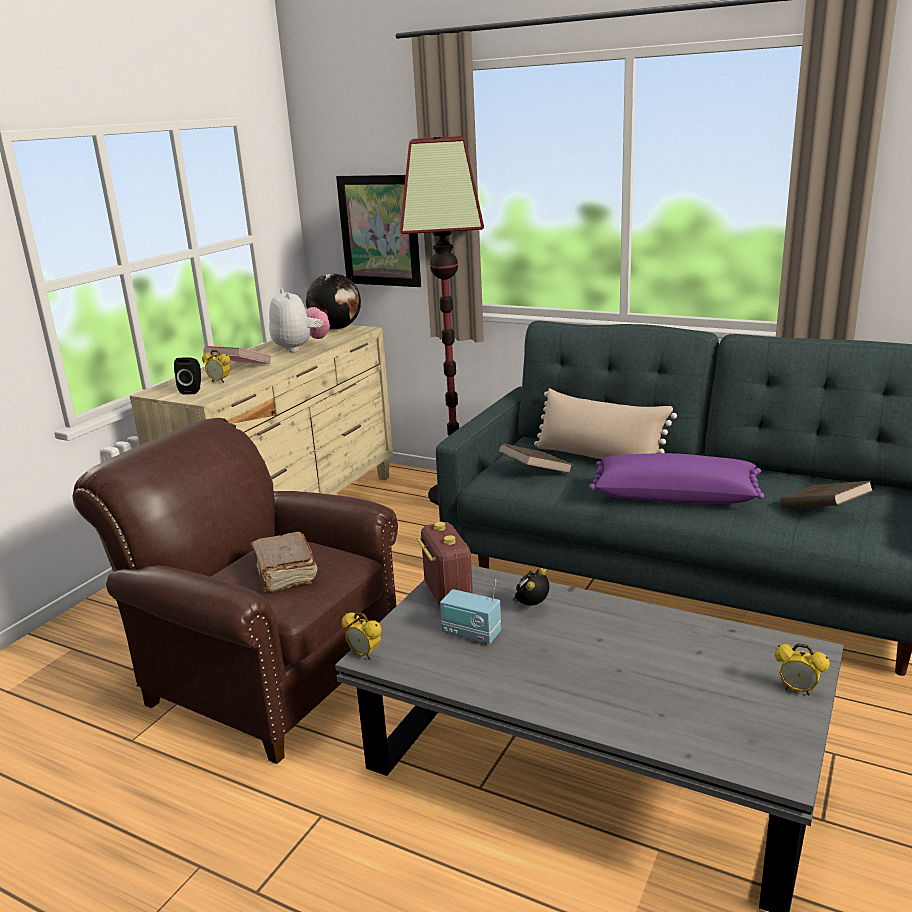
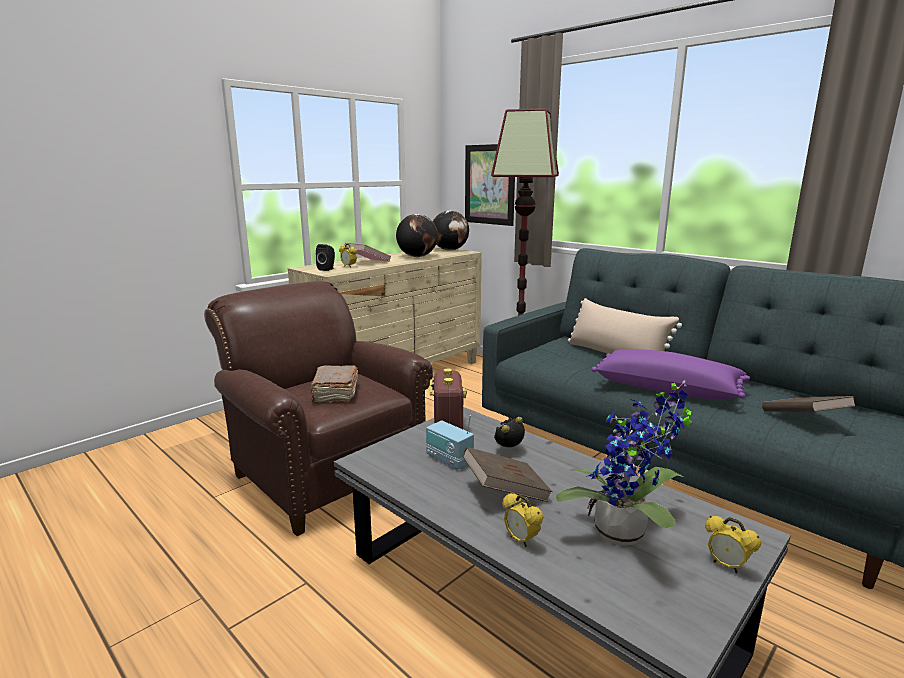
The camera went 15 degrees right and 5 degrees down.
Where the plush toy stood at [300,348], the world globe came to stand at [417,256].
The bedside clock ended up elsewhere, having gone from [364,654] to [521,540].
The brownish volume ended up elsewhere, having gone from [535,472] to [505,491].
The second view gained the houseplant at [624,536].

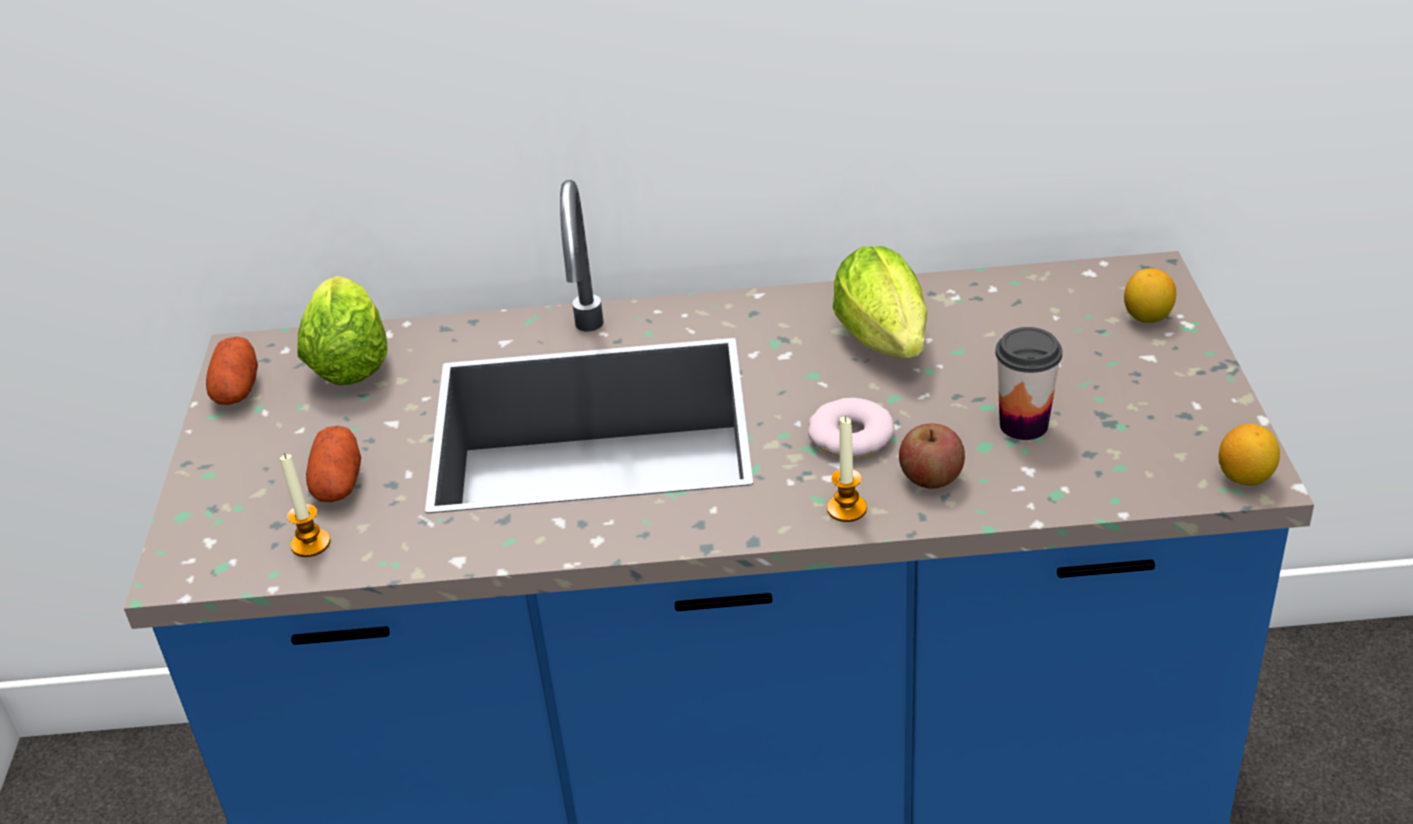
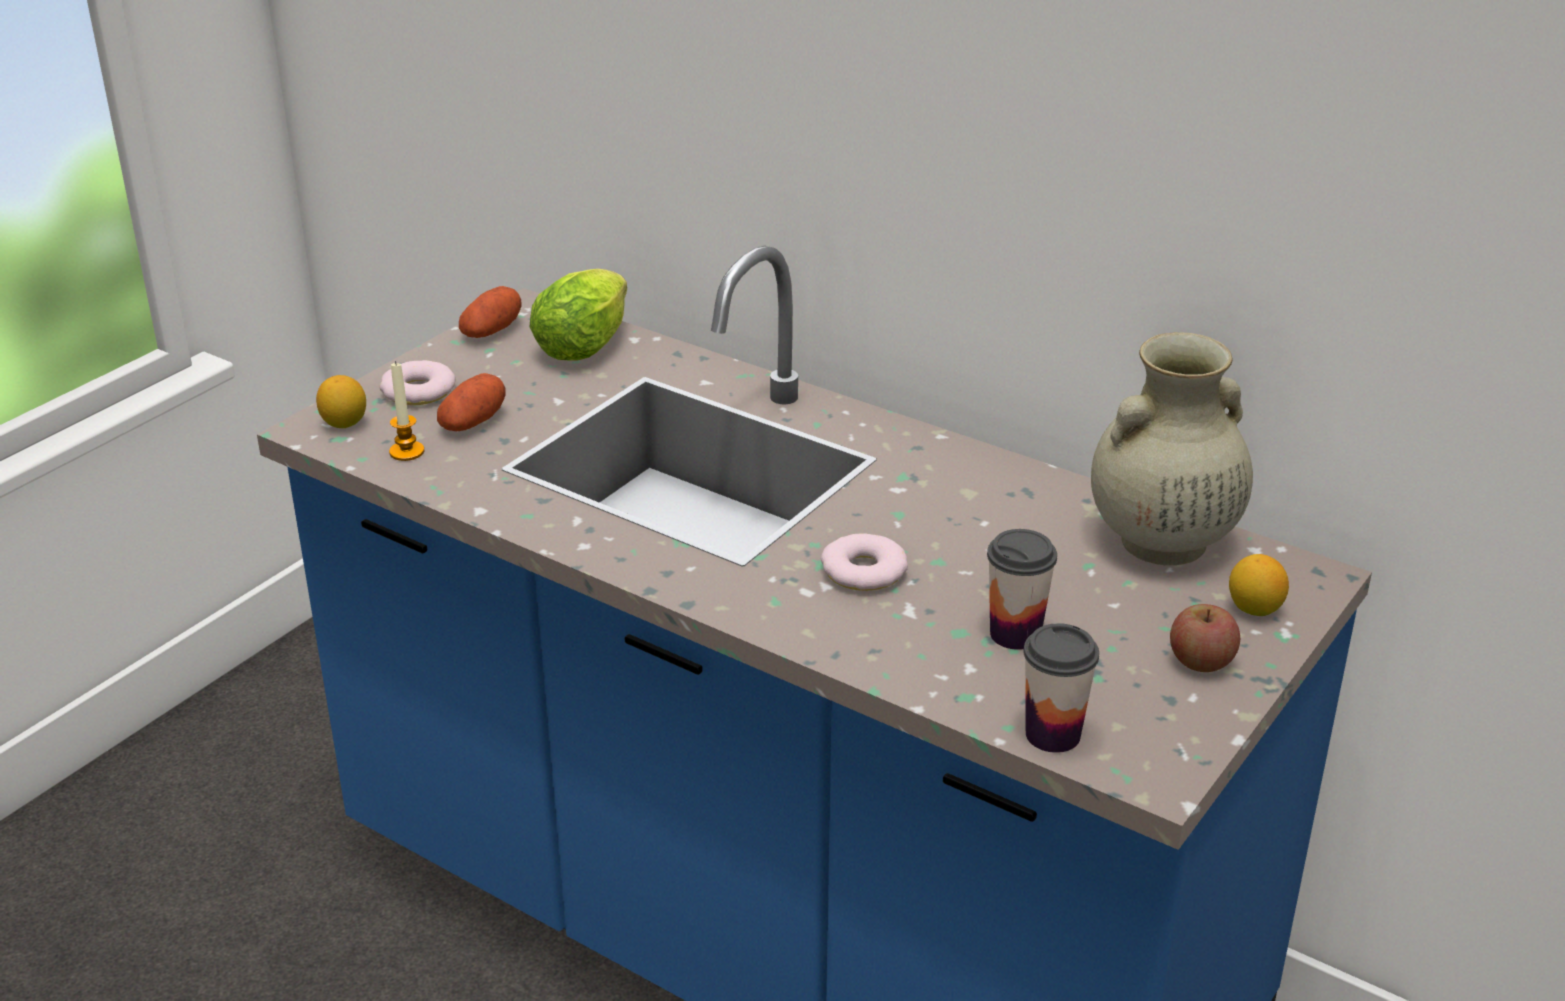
The camera went 35 degrees right and 5 degrees down.
The second view lost the wax candle at [846,509].
The second view lost the lettuce at [887,345].
The apple fruit ended up elsewhere, having gone from [931,477] to [1201,661].
The lemon ended up elsewhere, having gone from [1245,477] to [344,423].
The second view gained the ring doughnut at [418,391].
The second view gained the small cup at [1053,734].
The second view gained the beige flower vase at [1160,543].

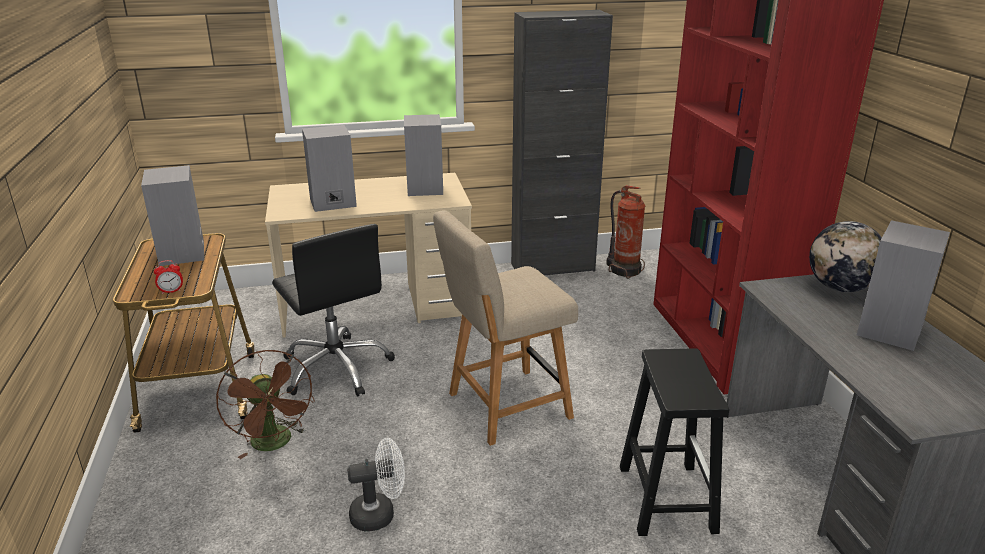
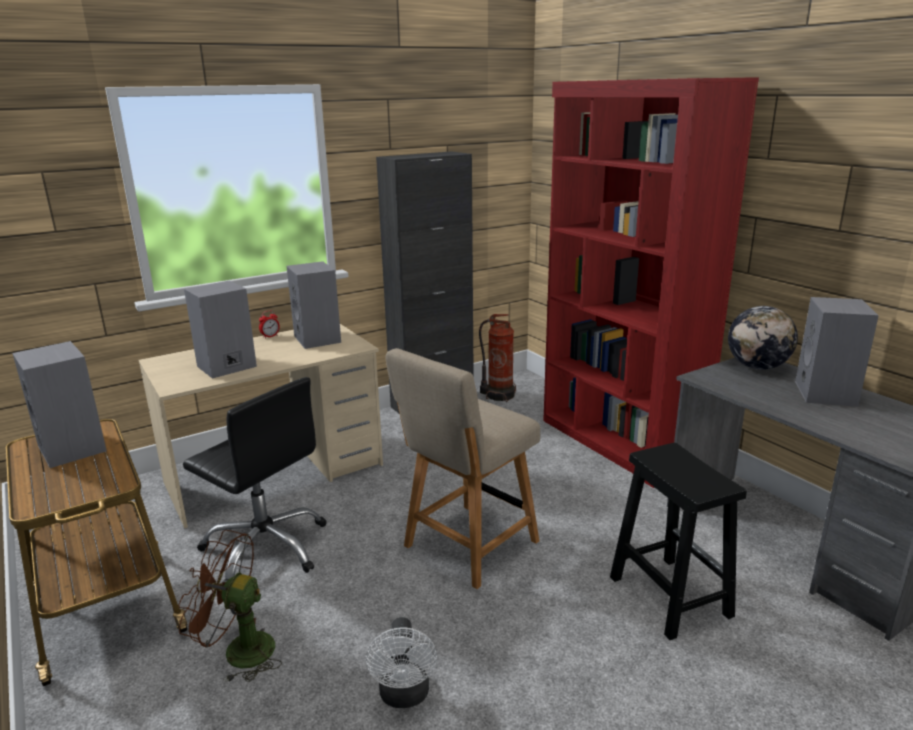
The camera went 20 degrees left and 5 degrees down.
The bedside clock ended up elsewhere, having gone from [171,291] to [270,336].
The brownish electric fan at [275,444] ended up facing another way, 150 degrees clockwise from before.
The whitish electric fan at [380,514] ended up facing another way, 120 degrees clockwise from before.

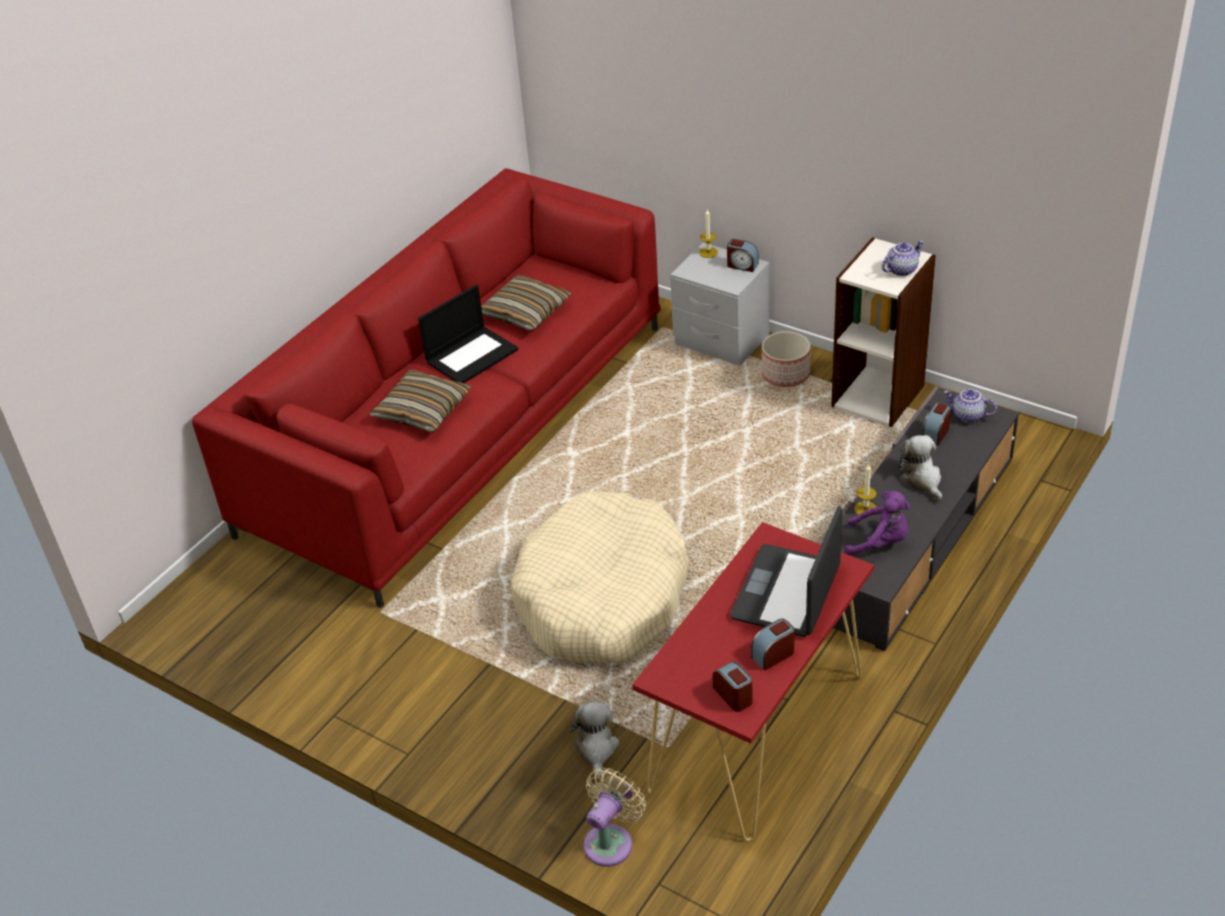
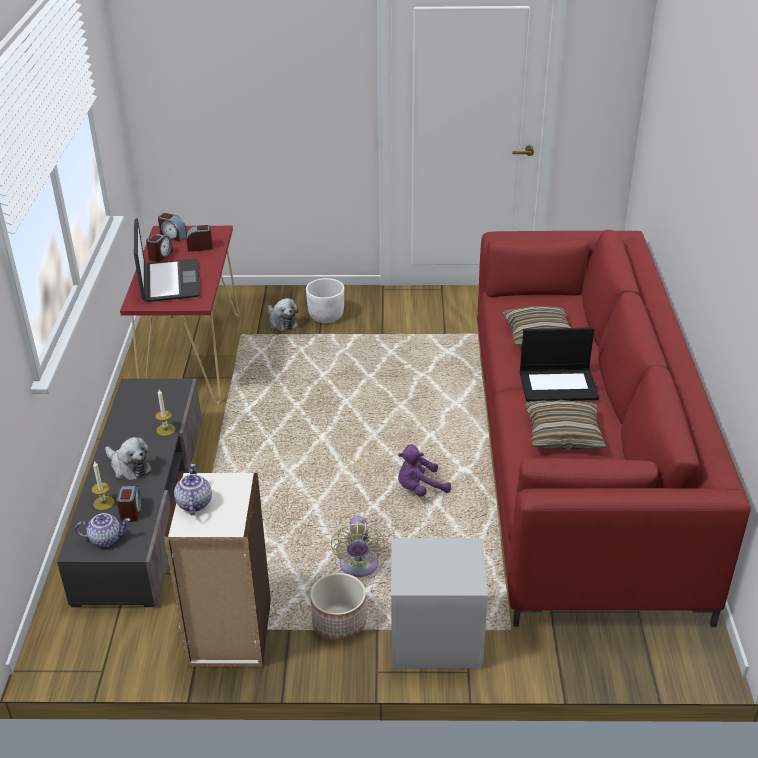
The camera went 145 degrees right and 5 degrees down.
The laptop at [472,355] ended up facing another way, 105 degrees counterclockwise from before.
The second view lost the beige dog bed at [602,597].
The beige electric fan ended up elsewhere, having gone from [611,841] to [358,567].
The wax candle ended up elsewhere, having gone from [708,252] to [103,503].
The bedside clock ended up elsewhere, having gone from [742,265] to [200,247].
The purplish plush toy ended up elsewhere, having gone from [879,542] to [419,488].
The tea pot at [901,269] ended up facing another way, 150 degrees clockwise from before.
The second view gained the whitish planter at [326,316].

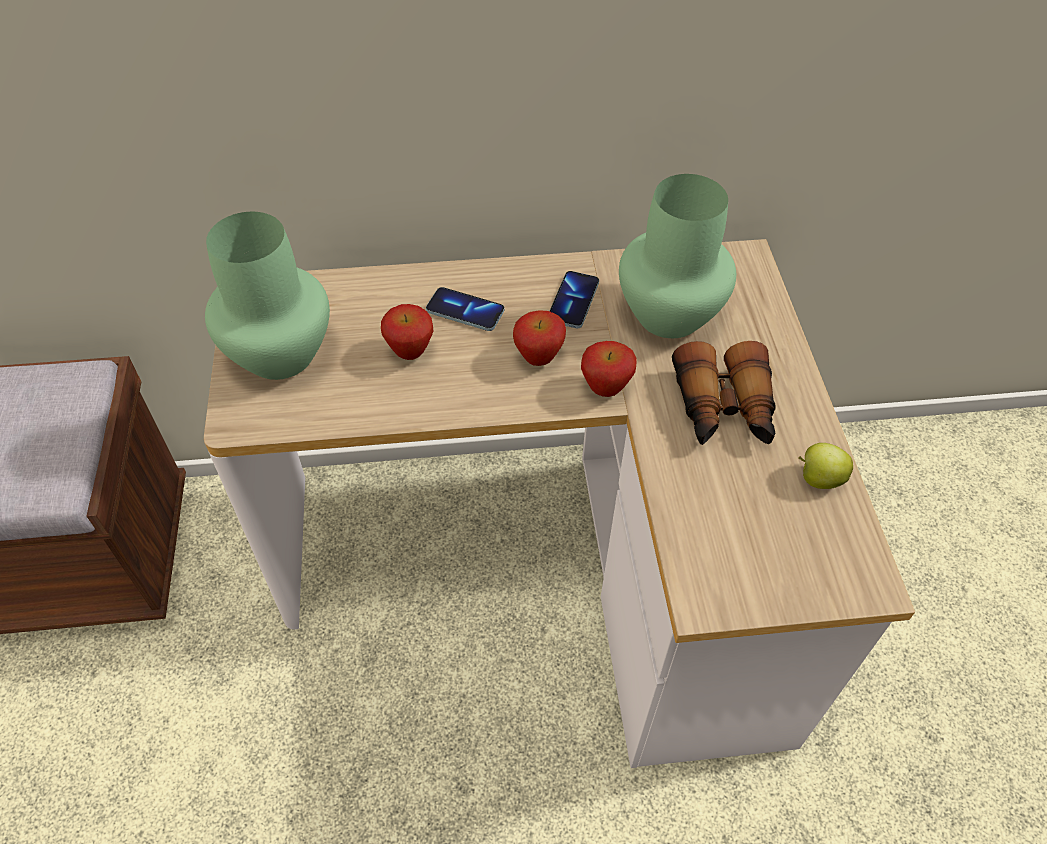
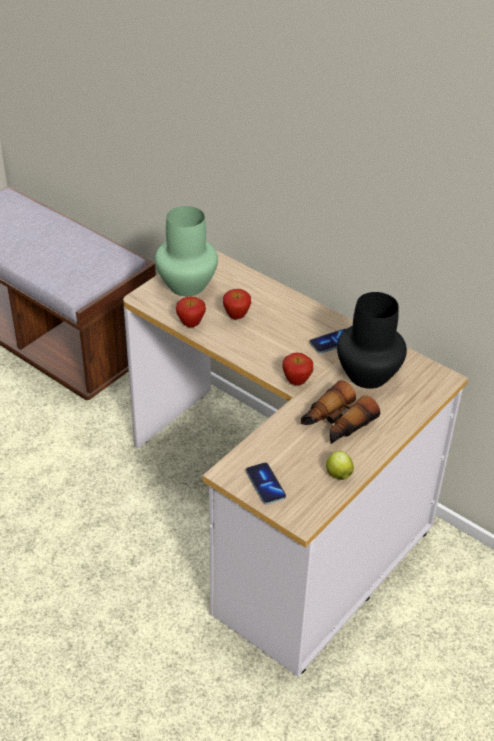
The camera went 45 degrees right and 10 degrees down.
The telephone ended up elsewhere, having gone from [465,311] to [265,484].
The apple fruit ended up elsewhere, having gone from [538,359] to [191,324].
What was the greenish flower vase at [670,314] turned into the black flower vase at [369,375].

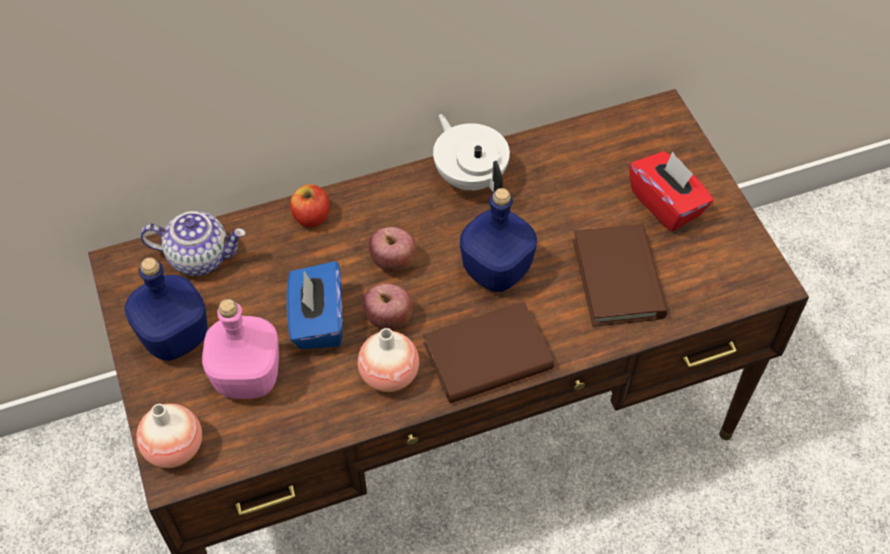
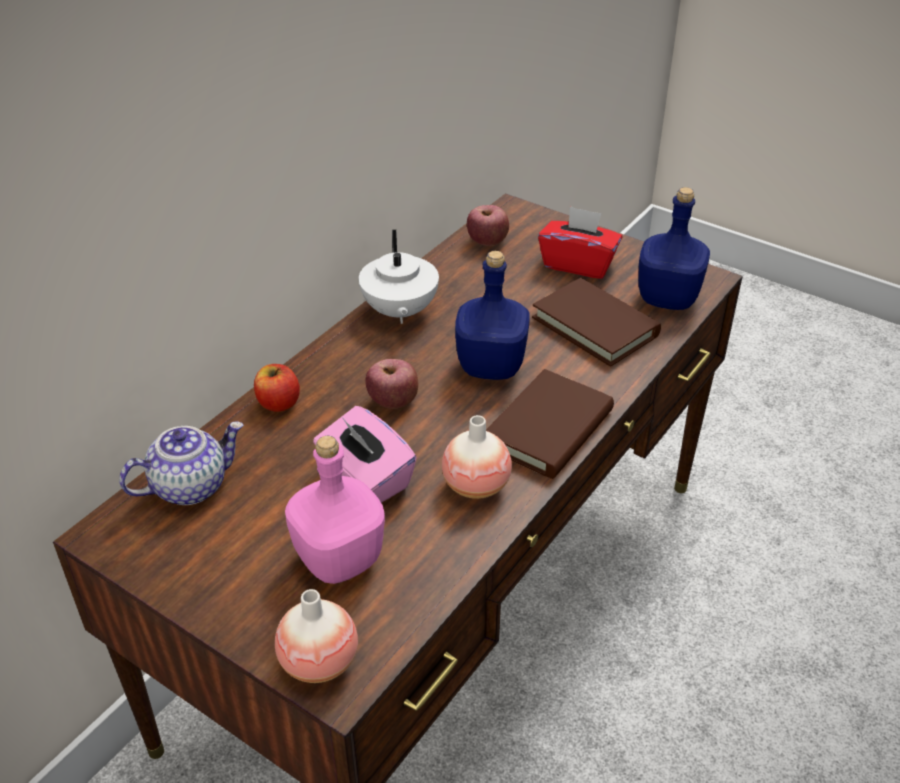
The camera went 35 degrees left and 15 degrees down.
The blue beverage bottle ended up elsewhere, having gone from [174,338] to [667,299].
What was the blue tissue holder at [317,321] turned into the pink-coloured tissue holder at [365,479].
The apple fruit ended up elsewhere, having gone from [389,319] to [487,242].
The whitish tea pot at [470,176] ended up facing another way, 120 degrees counterclockwise from before.

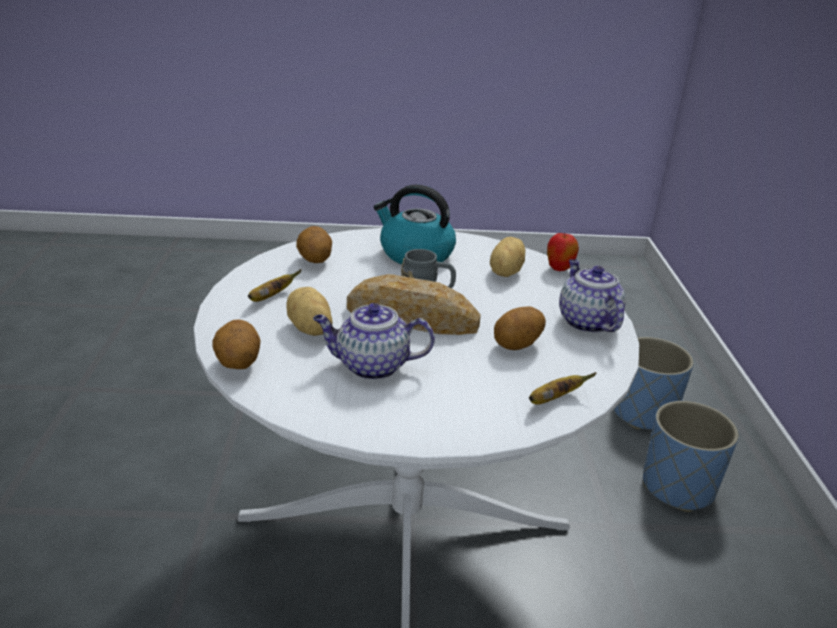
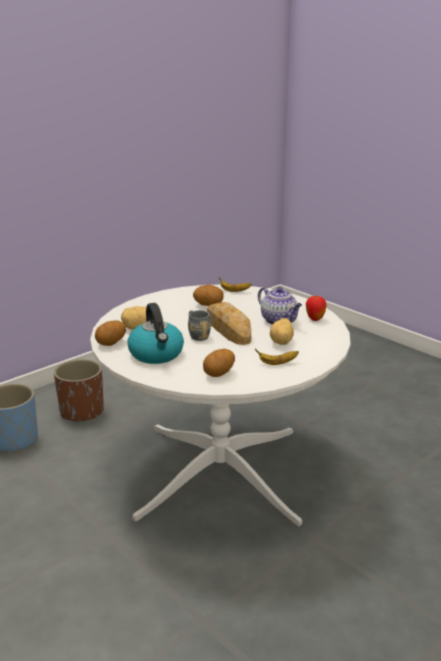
The camera went 130 degrees left and 5 degrees down.
The potato ended up elsewhere, having gone from [237,364] to [111,343].
The apple fruit ended up elsewhere, having gone from [559,269] to [315,319].
The second view lost the tea pot at [586,322].
What was the blue planter at [677,487] turned into the brownish planter at [81,412].

